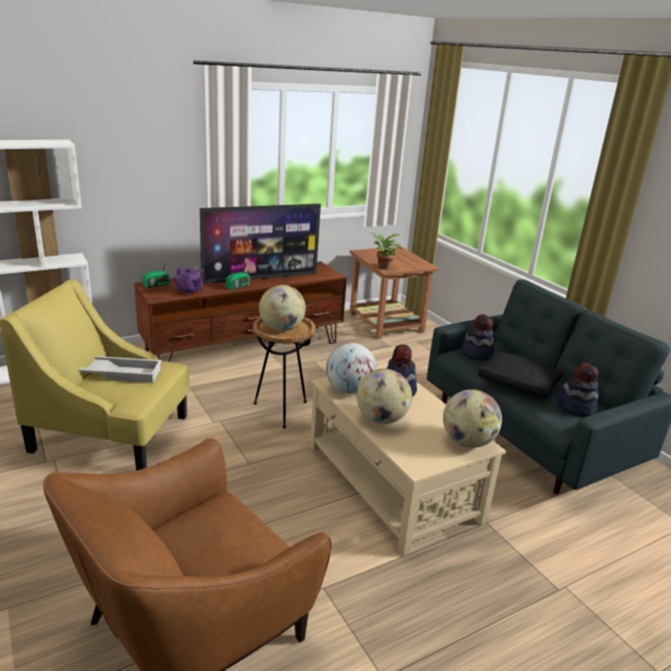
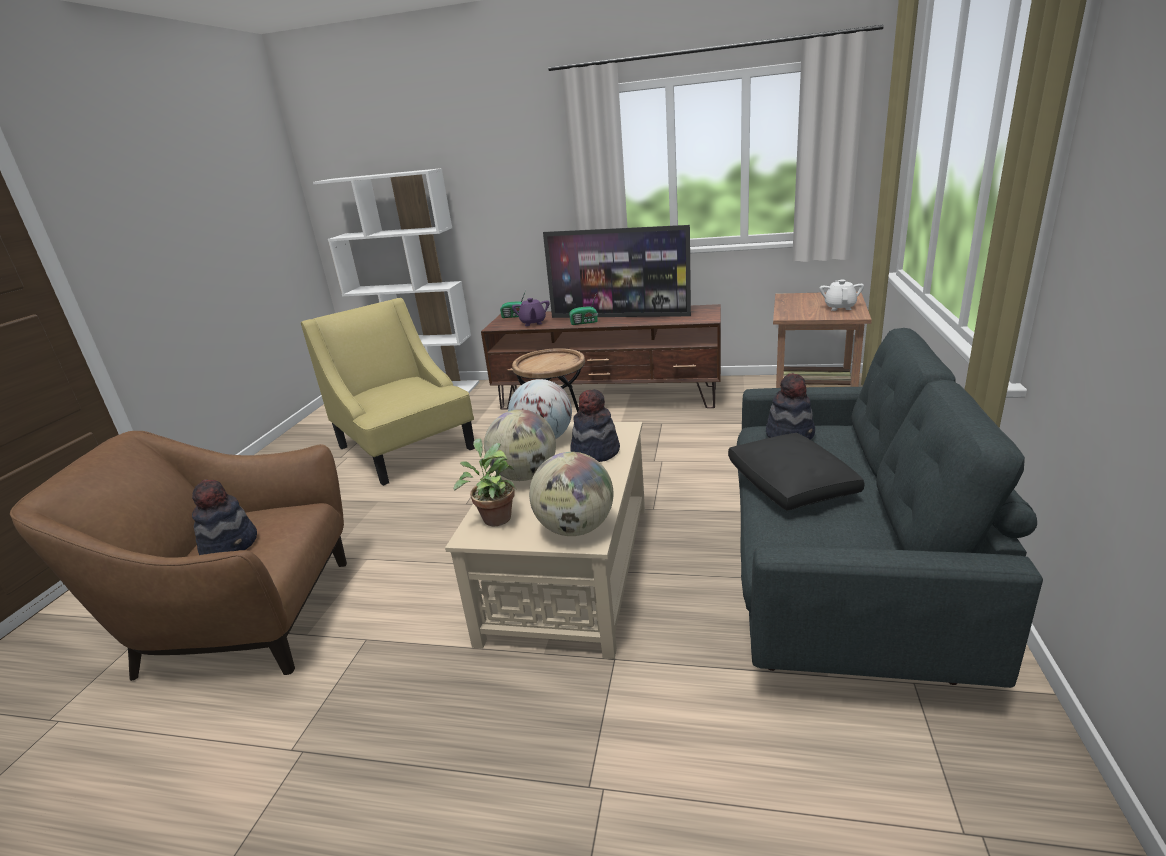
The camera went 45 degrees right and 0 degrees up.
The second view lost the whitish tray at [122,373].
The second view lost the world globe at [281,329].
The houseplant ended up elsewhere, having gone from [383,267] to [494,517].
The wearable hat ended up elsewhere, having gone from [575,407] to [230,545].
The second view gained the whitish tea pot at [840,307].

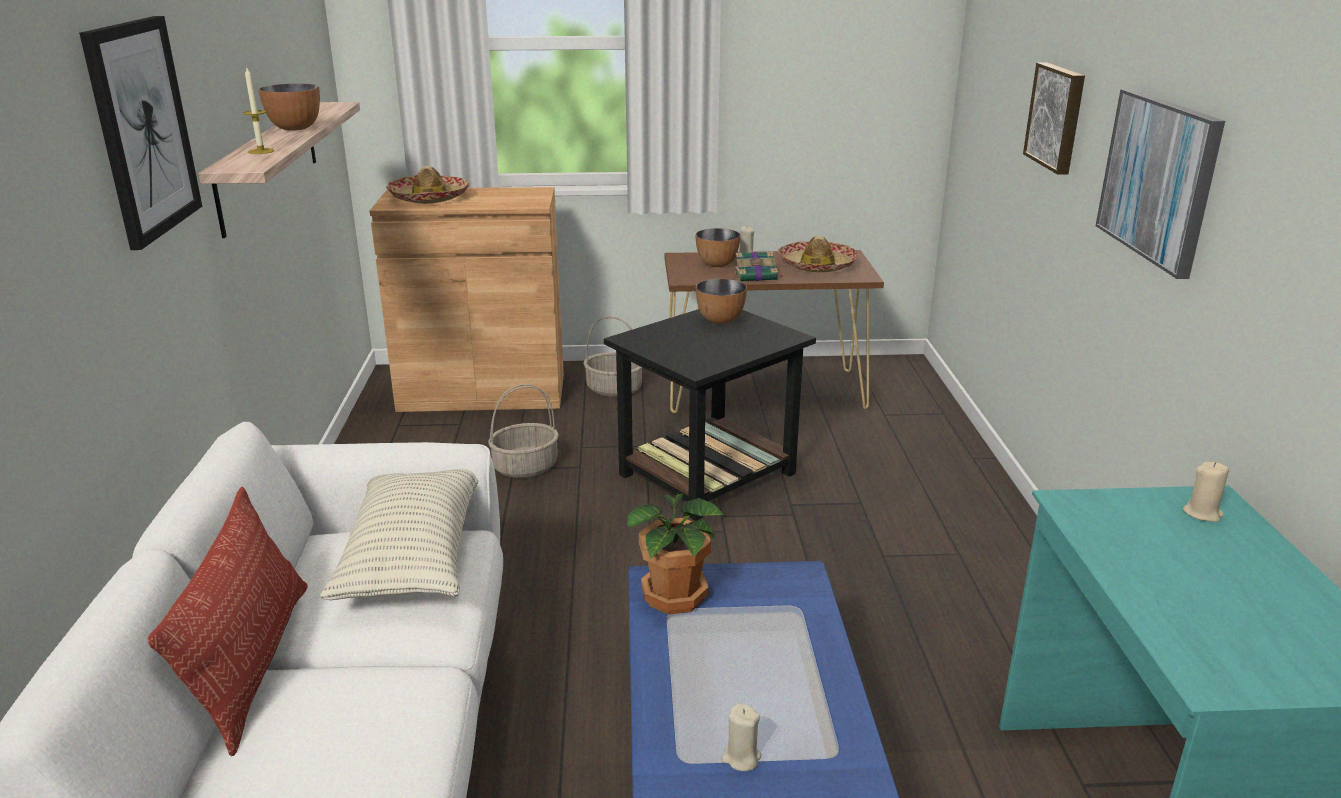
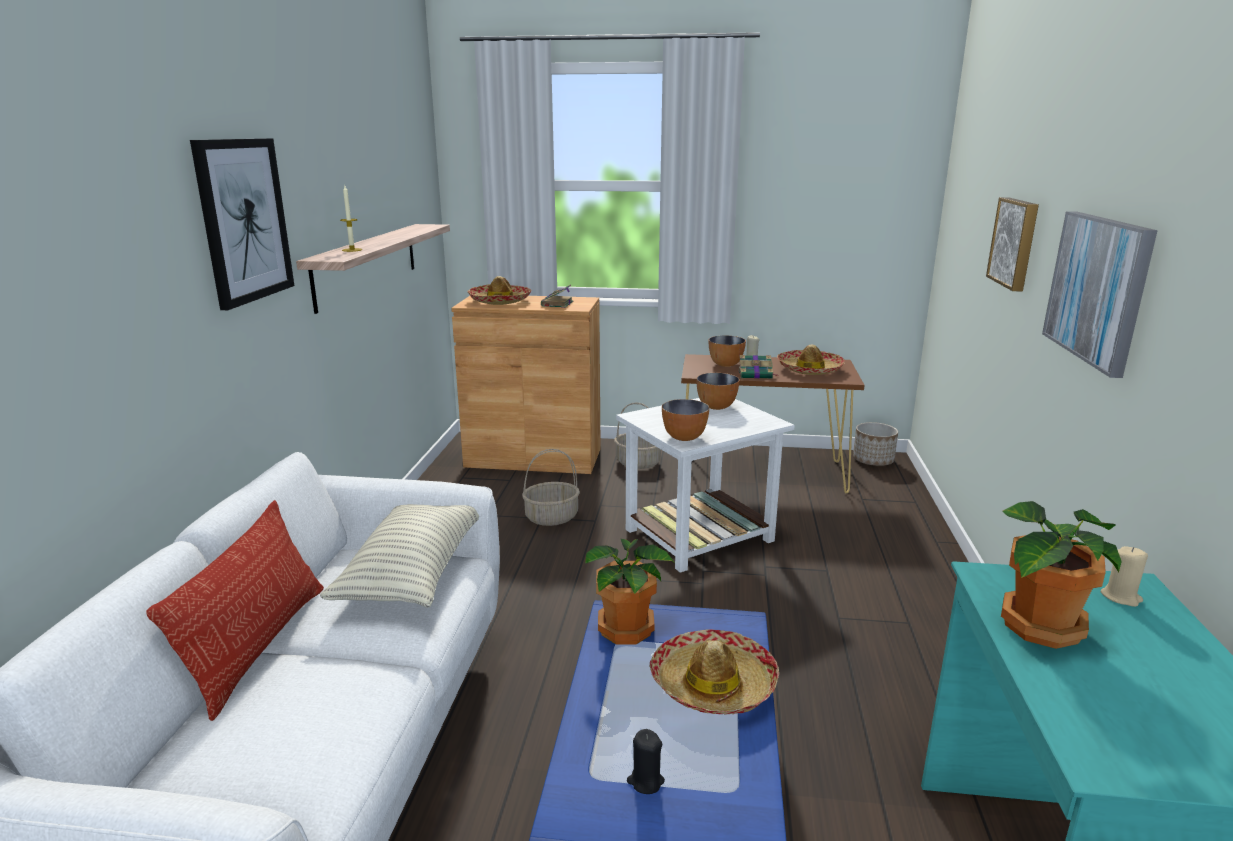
The camera went 10 degrees right and 5 degrees down.
The deep dish ended up elsewhere, having gone from [295,128] to [684,437].
What was the black accent table at [709,473] turned into the whitish accent table at [700,534].
What was the beige wax candle at [741,758] turned into the black wax candle at [645,781].
The second view gained the volume at [557,304].
The second view gained the wearable hat at [713,684].
The second view gained the planter at [872,460].
The second view gained the houseplant at [1038,627].

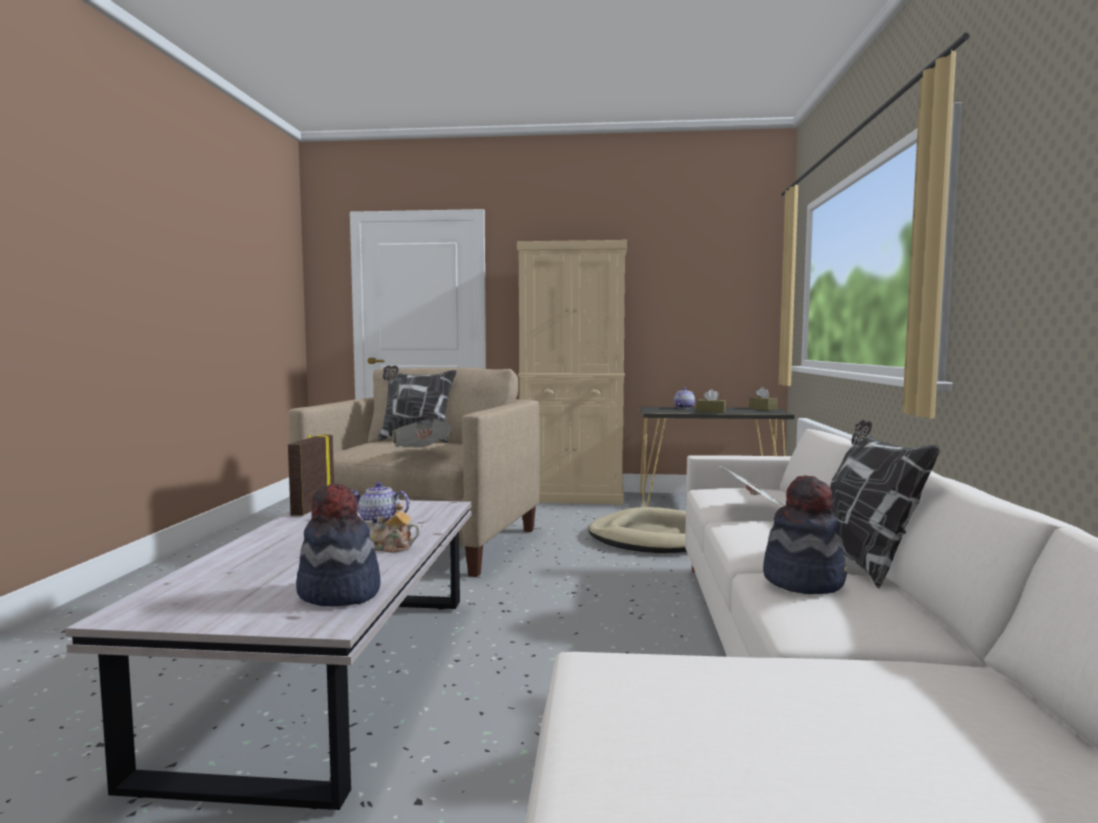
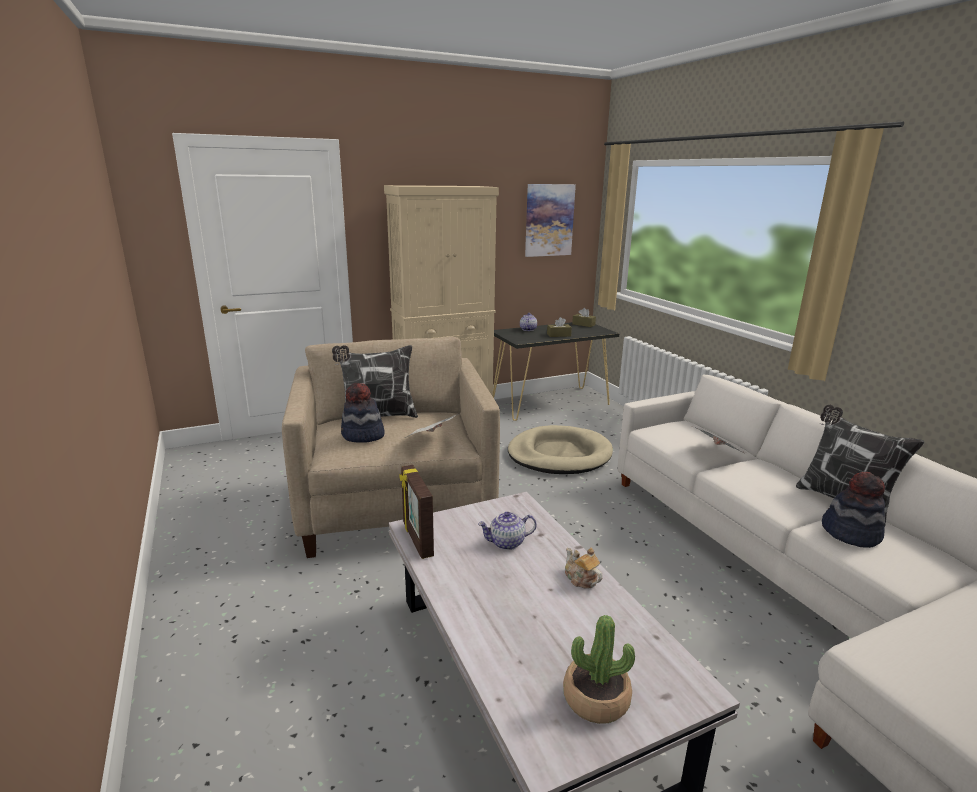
The camera went 30 degrees left and 15 degrees up.
The wearable hat ended up elsewhere, having gone from [338,593] to [362,435].
The tea pot at [392,548] ended up facing another way, 75 degrees clockwise from before.
The second view gained the wall picture at [549,220].
The second view gained the houseplant at [596,699].

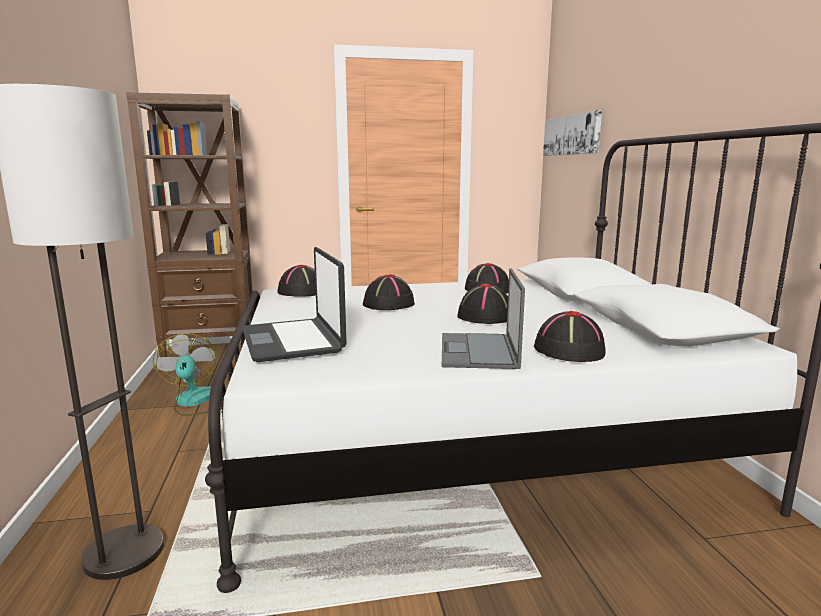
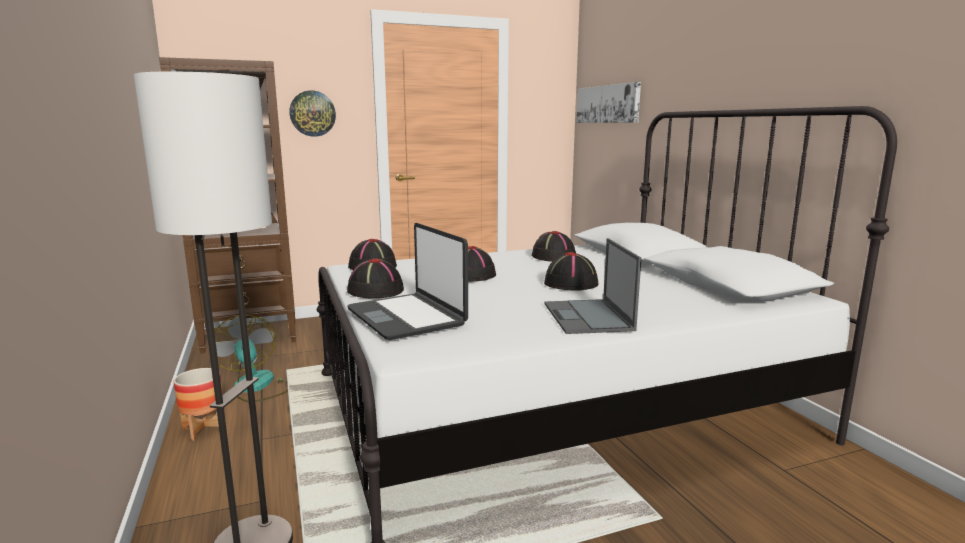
The camera went 10 degrees left and 0 degrees up.
The black wearable hat ended up elsewhere, having gone from [568,350] to [375,291].
The second view gained the planter at [204,429].
The second view gained the wall clock at [312,113].

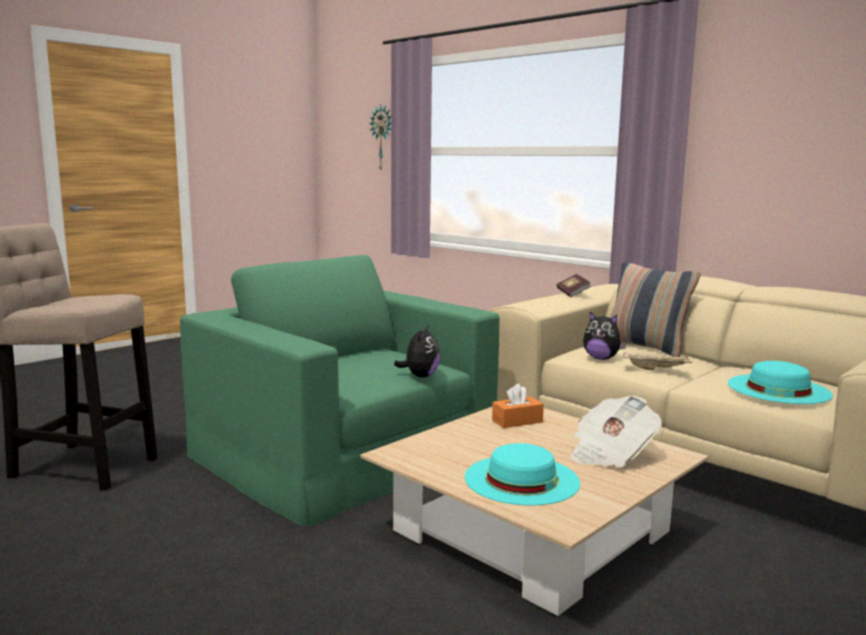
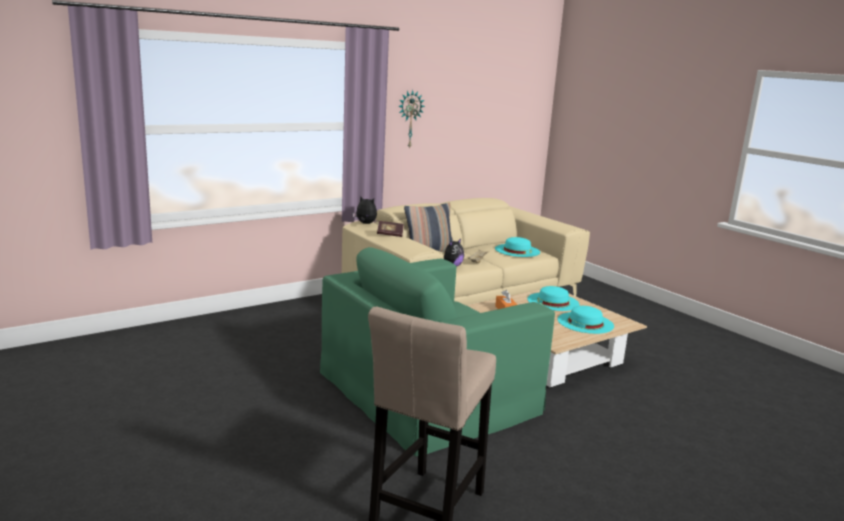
The camera went 80 degrees left and 5 degrees up.
The wall clock ended up elsewhere, having gone from [382,138] to [409,119].
The plush toy ended up elsewhere, having gone from [420,376] to [365,224].
Where the printed paper stood at [610,454], the turquoise-coloured wearable hat came to stand at [553,301].

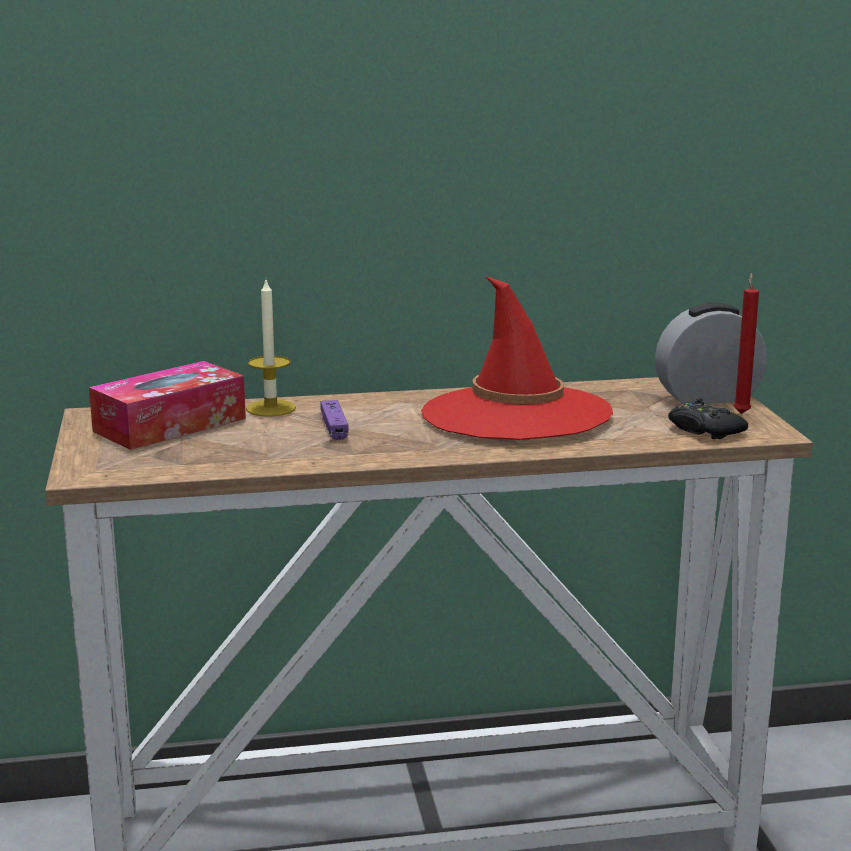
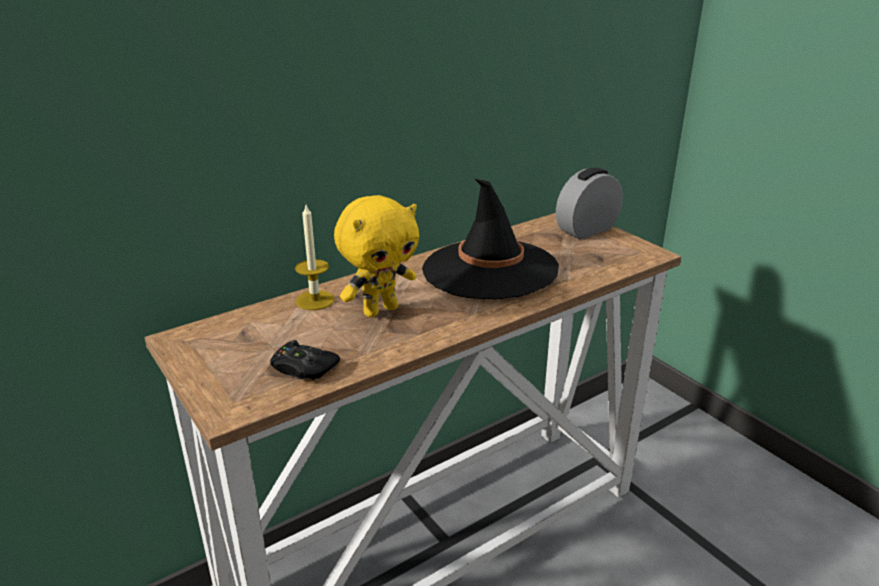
The camera went 25 degrees left and 10 degrees up.
The second view lost the tissue holder at [170,425].
Where the purplish game controller stood at [334,427], the yellowish plush toy came to stand at [380,310].
What was the red wearable hat at [516,414] turned into the black wearable hat at [489,269].
The black game controller ended up elsewhere, having gone from [704,430] to [303,368].
The second view lost the red wax candle at [741,413].

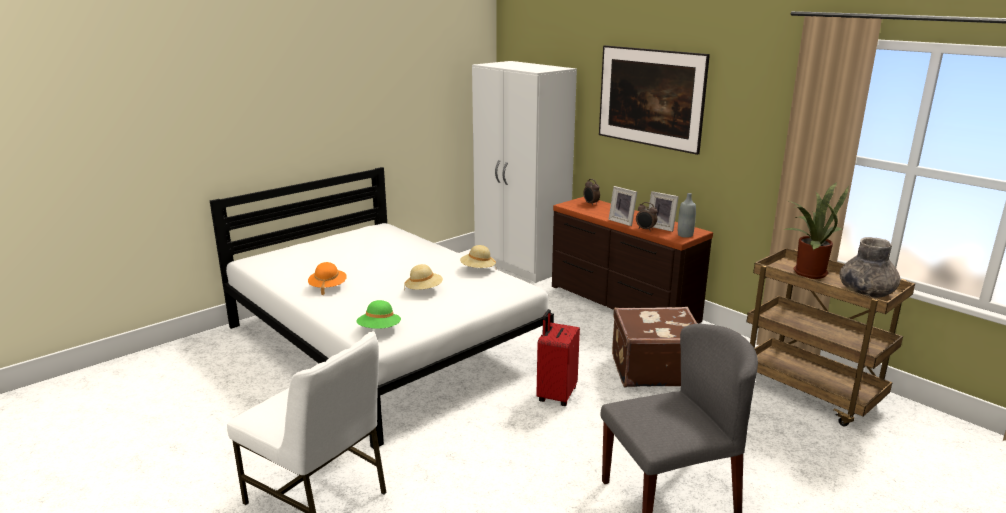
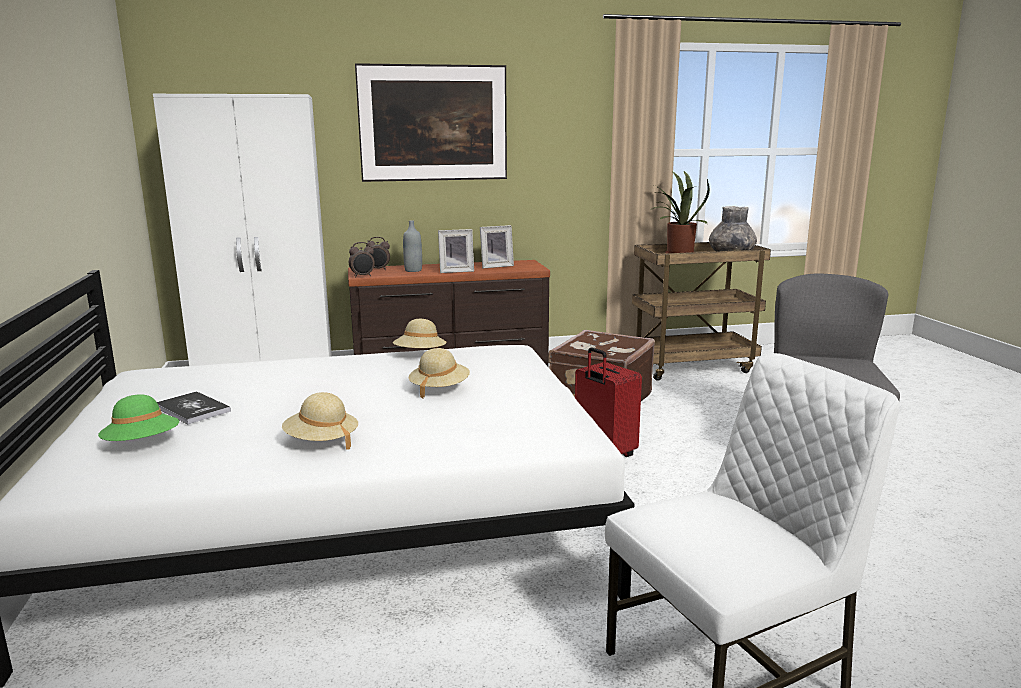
The camera went 60 degrees left and 5 degrees down.
What was the orange-coloured wearable hat at [328,287] turned into the beige wearable hat at [321,441].
The greenish wearable hat ended up elsewhere, having gone from [379,330] to [142,445].
The bedside clock ended up elsewhere, having gone from [645,229] to [362,276].
The gray beverage bottle ended up elsewhere, having gone from [685,235] to [413,270].
The second view gained the volume at [192,409].

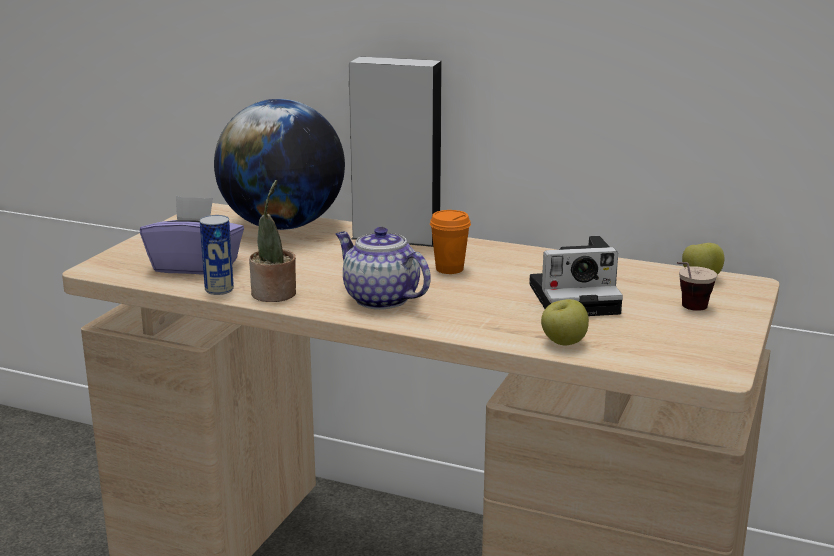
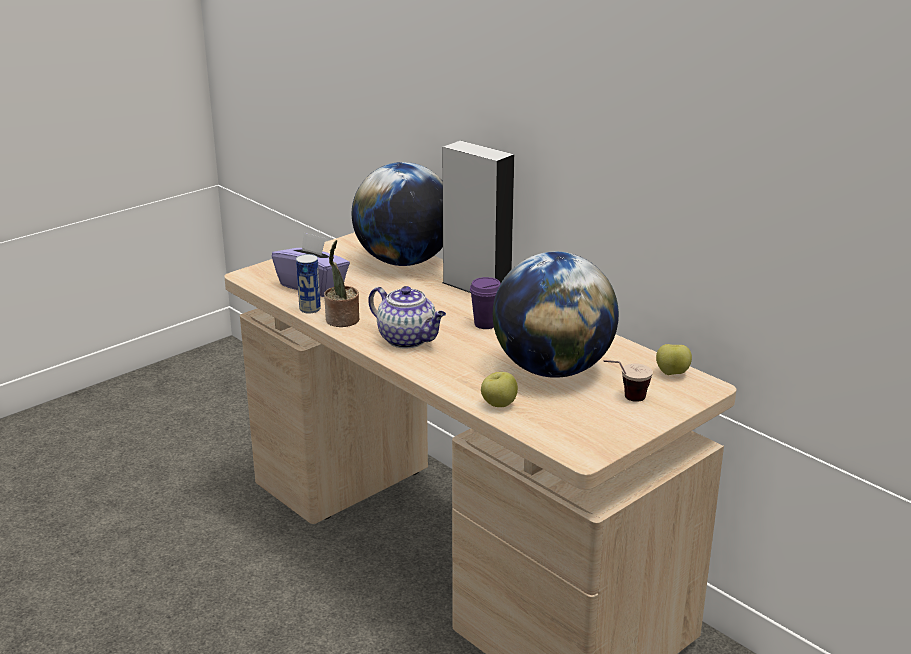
The camera went 25 degrees right and 5 degrees up.
The tea pot at [379,299] ended up facing another way, 150 degrees clockwise from before.
What was the orange-coloured small cup at [449,269] turned into the purplish small cup at [485,324].
Where the photo camera stood at [577,298], the world globe came to stand at [552,369].

